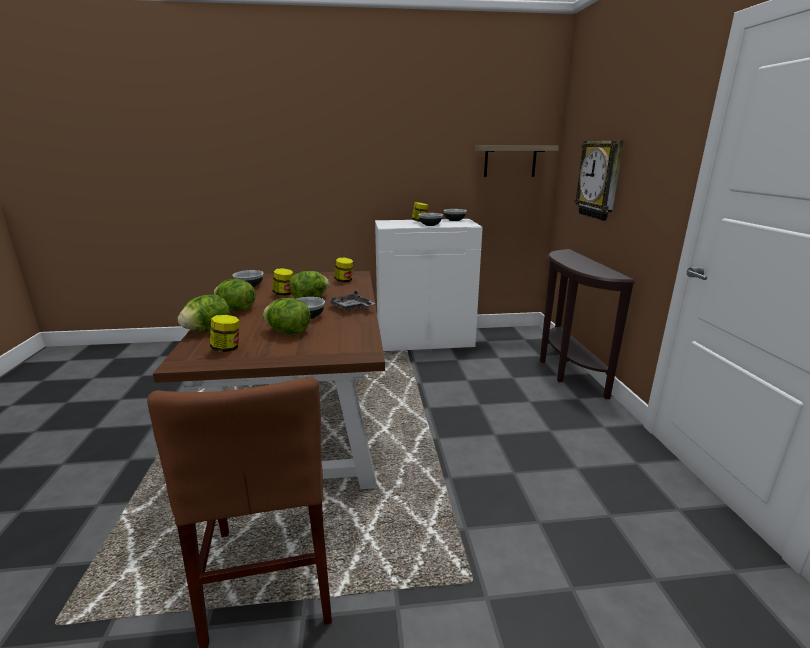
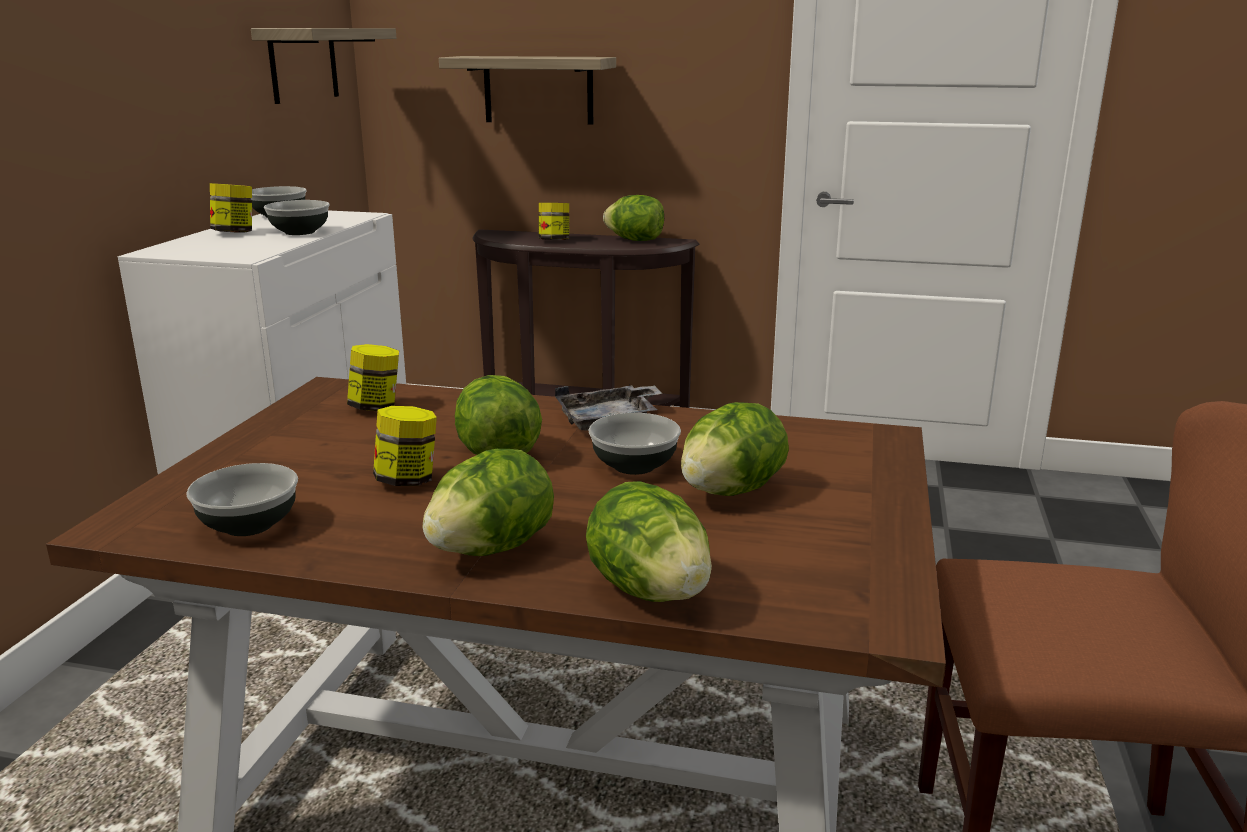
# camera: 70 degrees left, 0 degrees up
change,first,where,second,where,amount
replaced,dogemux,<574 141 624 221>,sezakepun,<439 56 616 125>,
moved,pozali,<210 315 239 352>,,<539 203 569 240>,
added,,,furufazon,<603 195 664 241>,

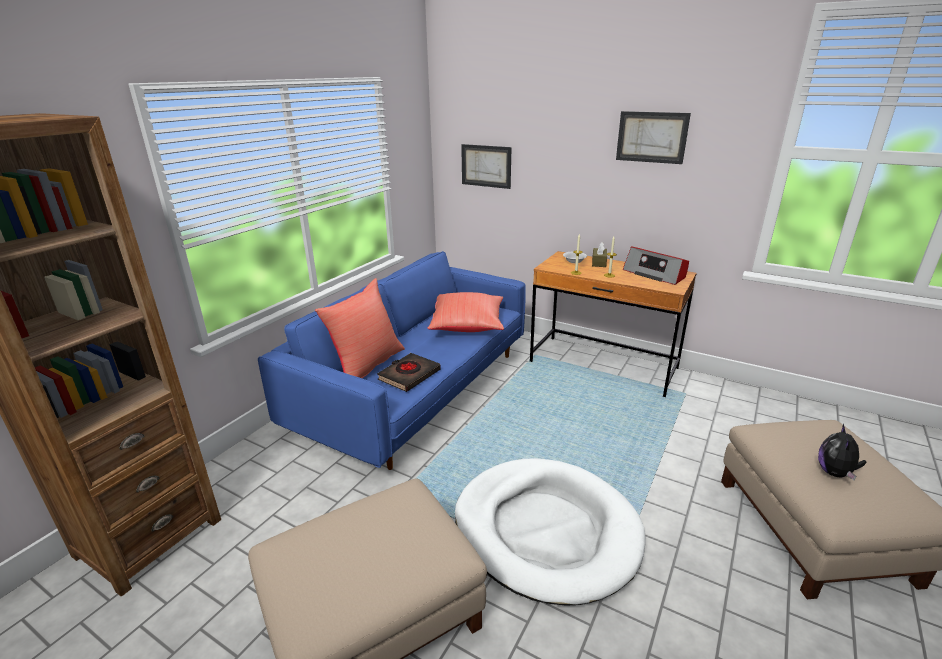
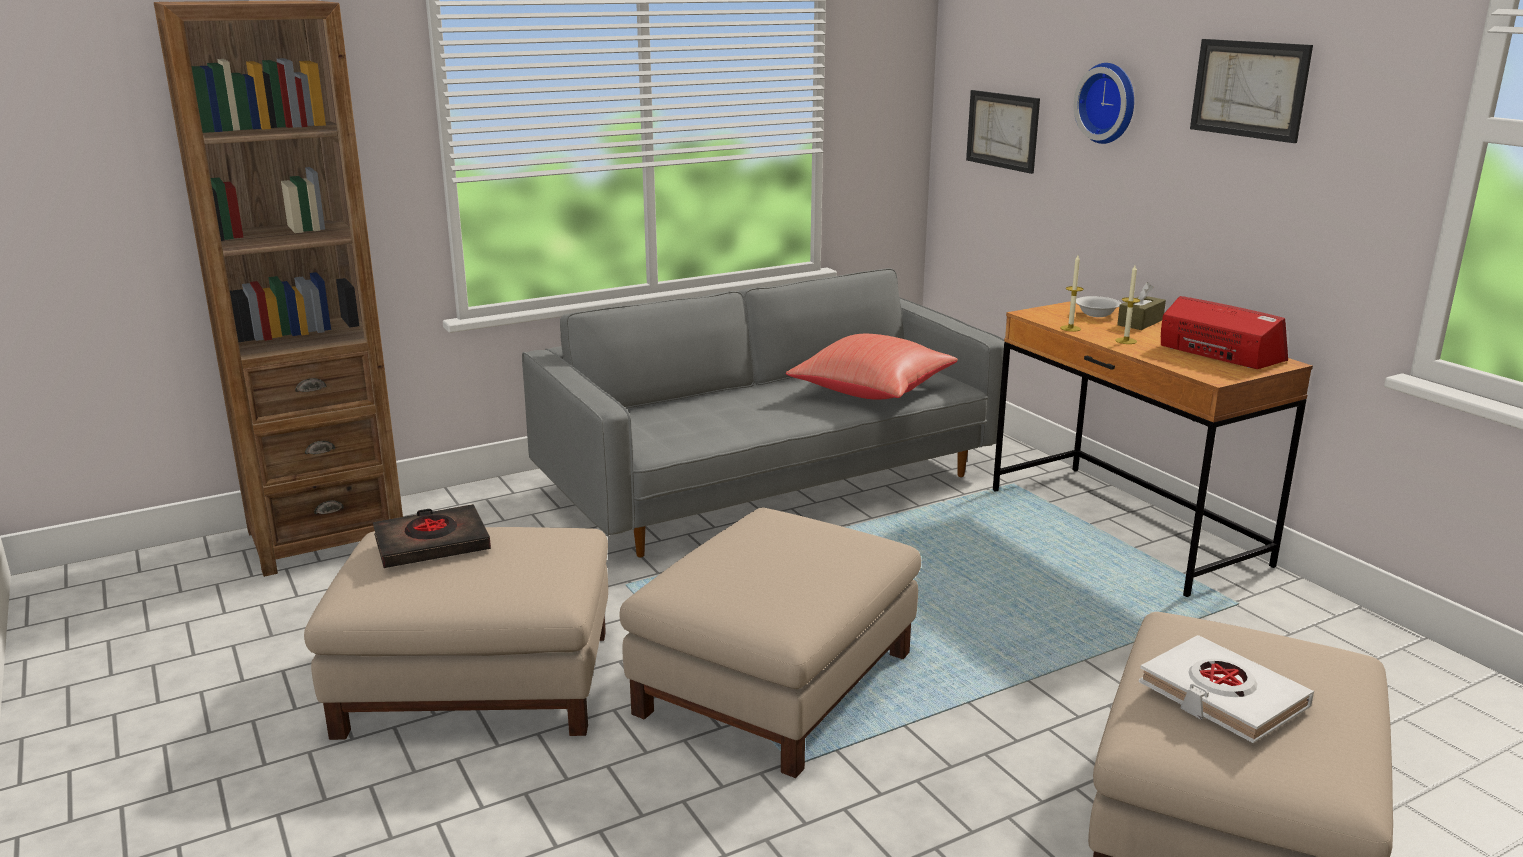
# camera: 30 degrees right, 5 degrees down
change,first,where,second,where,amount
turned,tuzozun,<623 247 689 285>,,<1161 296 1288 369>,150 degrees clockwise
recoloured,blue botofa,<258 251 526 470>,grey botofa,<522 268 1004 557>,
removed,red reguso,<315 278 405 378>,,,
moved,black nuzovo,<377 353 441 392>,,<373 504 491 568>,
replaced,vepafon,<818 424 866 480>,white nuzovo,<1139 635 1314 743>,
replaced,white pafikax,<455 458 646 606>,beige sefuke,<619 507 921 778>,
added,,,dogemux,<1074 63 1134 144>,

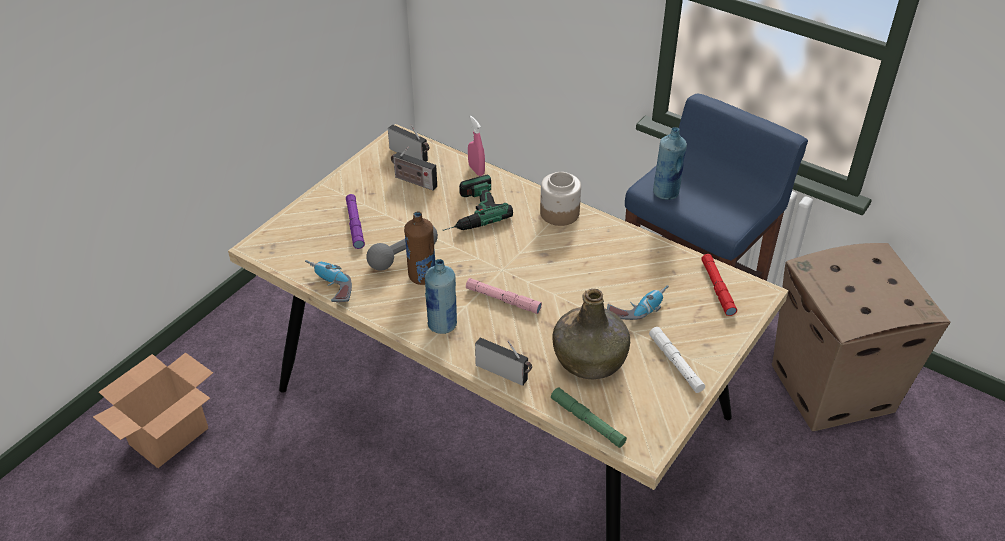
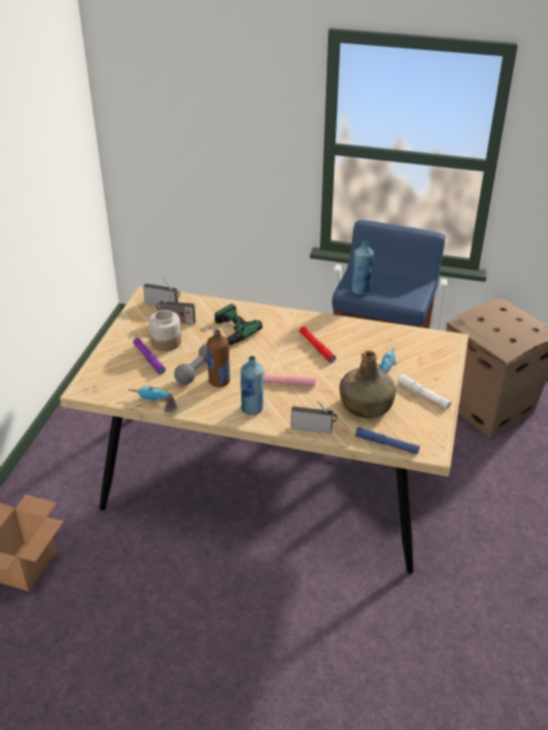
# camera: 20 degrees left, 5 degrees down
change,first,where,second,where,amount
removed,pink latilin,<468 116 485 176>,,,
moved,pozali,<540 172 581 226>,,<149 310 182 351>,
moved,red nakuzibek,<701 254 737 316>,,<300 327 336 363>,
recoloured,green nakuzibek,<551 387 627 448>,blue nakuzibek,<355 427 420 454>,

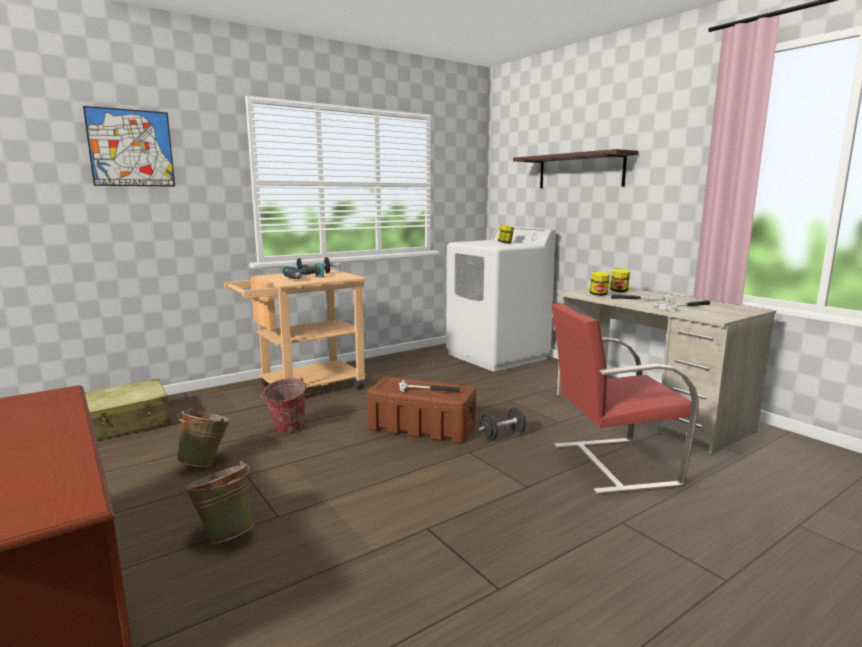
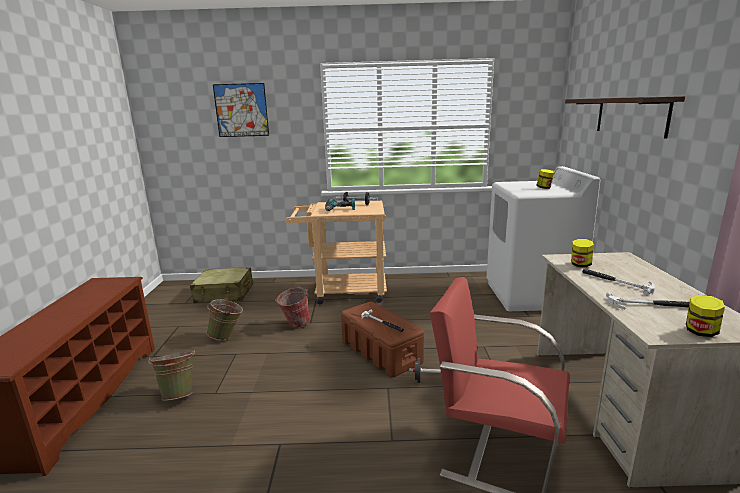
# camera: 35 degrees right, 5 degrees up
change,first,where,second,where,amount
moved,pozali,<610 268 630 292>,,<686 295 725 337>,

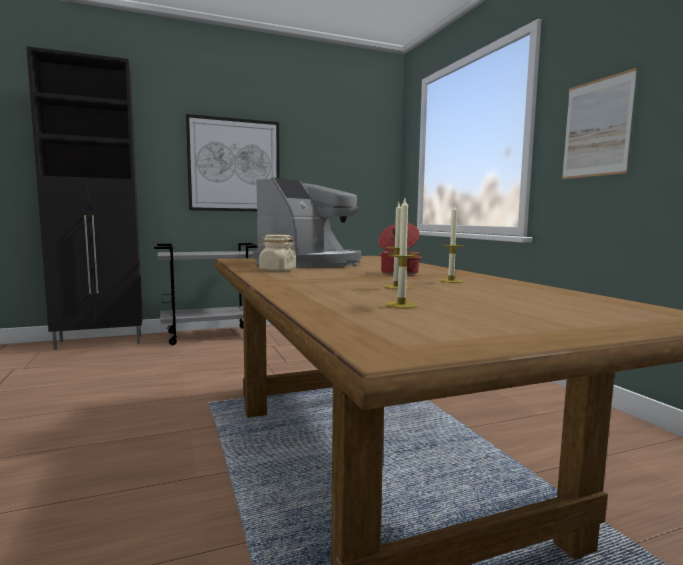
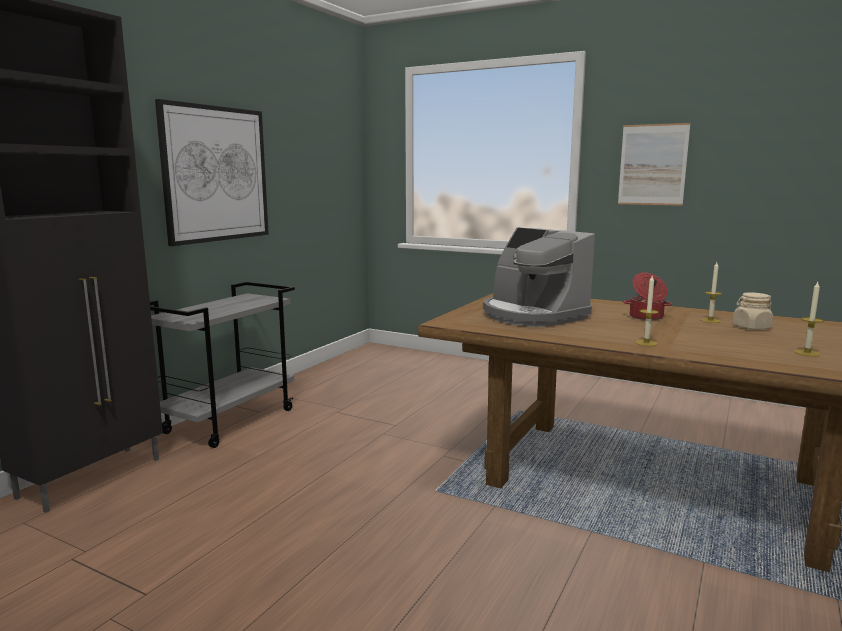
# camera: 40 degrees left, 5 degrees up
change,first,where,second,where,amount
turned,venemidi,<254 177 362 268>,,<483 227 595 327>,150 degrees clockwise
moved,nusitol,<383 203 410 289>,,<635 276 659 346>,
moved,beige pozali,<259 235 296 271>,,<733 292 773 330>,

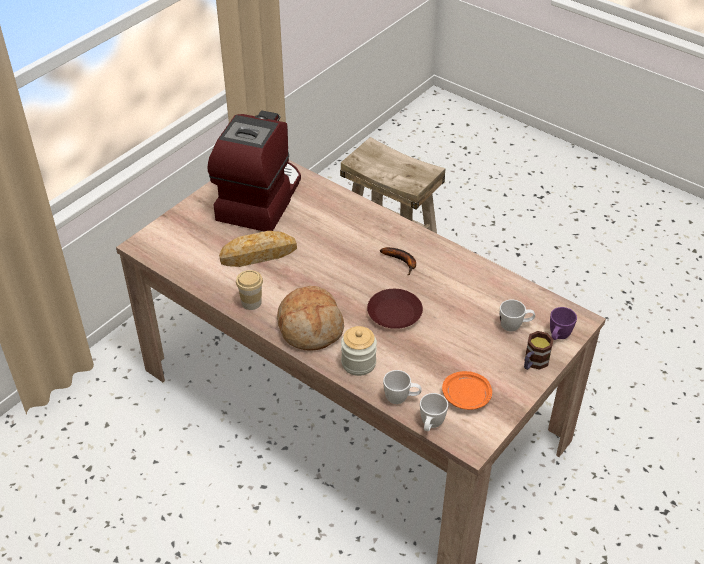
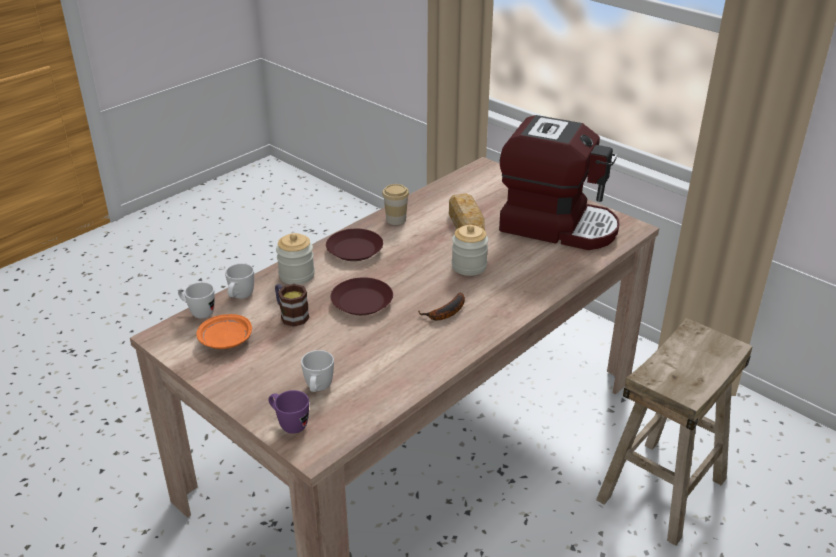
# camera: 95 degrees right, 10 degrees down
change,first,where,second,where,amount
replaced,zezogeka,<277 286 344 351>,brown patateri,<326 229 383 261>,
moved,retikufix,<524 331 554 370>,,<275 284 309 327>,
added,,,pozali,<452 225 488 276>,

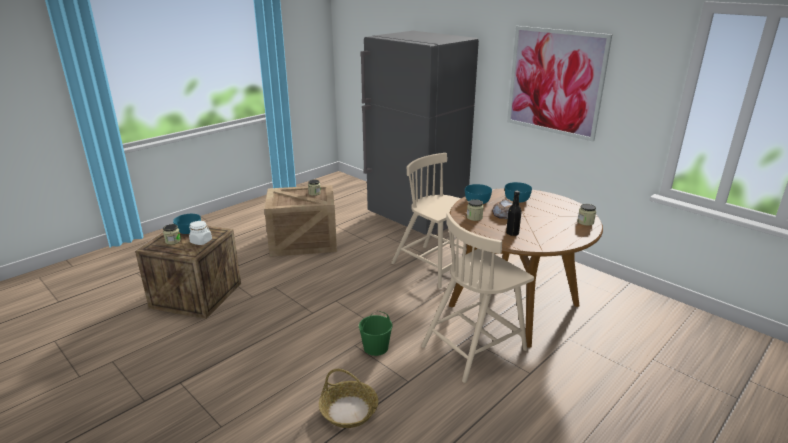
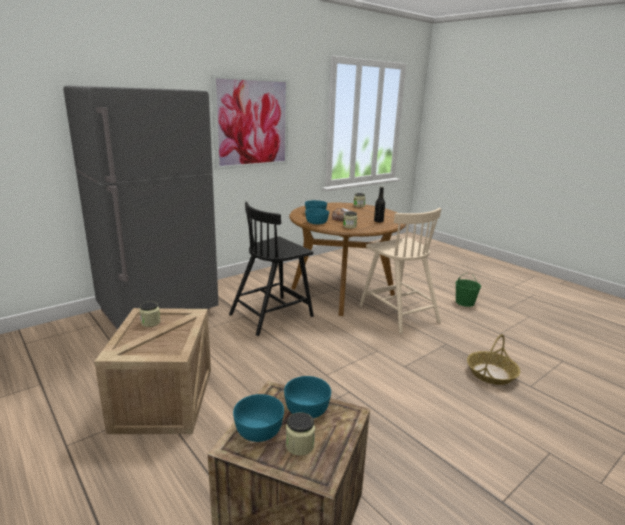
# camera: 85 degrees left, 5 degrees down
change,first,where,second,where,amount
recoloured,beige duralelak,<391 153 467 288>,black duralelak,<229 202 314 336>,
replaced,white pozali,<189 221 212 245>,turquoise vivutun,<284 376 331 418>,
moved,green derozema,<359 311 393 356>,,<456 273 481 307>,

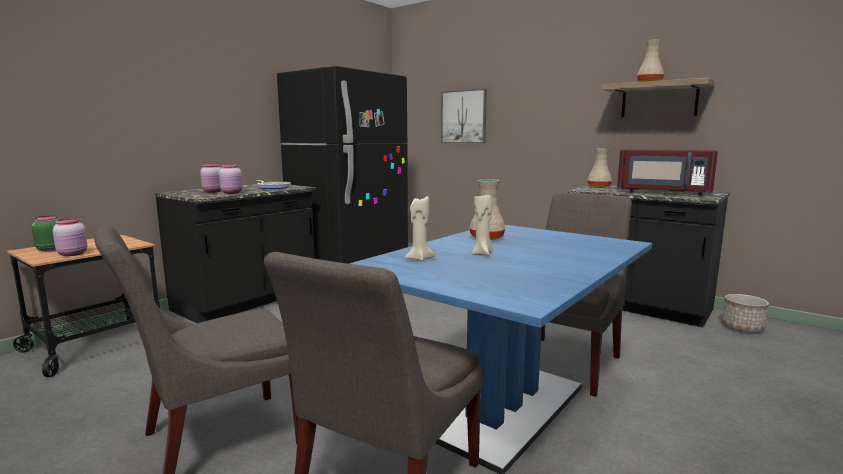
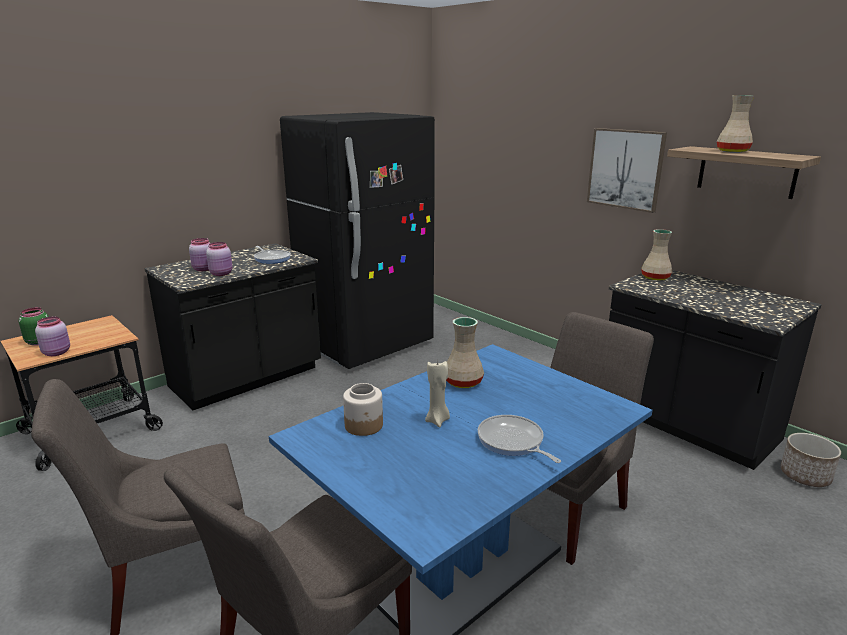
# camera: 10 degrees right, 10 degrees up
change,first,where,second,where,amount
moved,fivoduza,<441 89 487 143>,,<587 128 667 213>,
removed,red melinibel,<617 149 718 196>,,,
replaced,beige nusitol,<405 195 435 262>,pozali,<343 383 383 436>,
added,,,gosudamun,<478 415 561 463>,

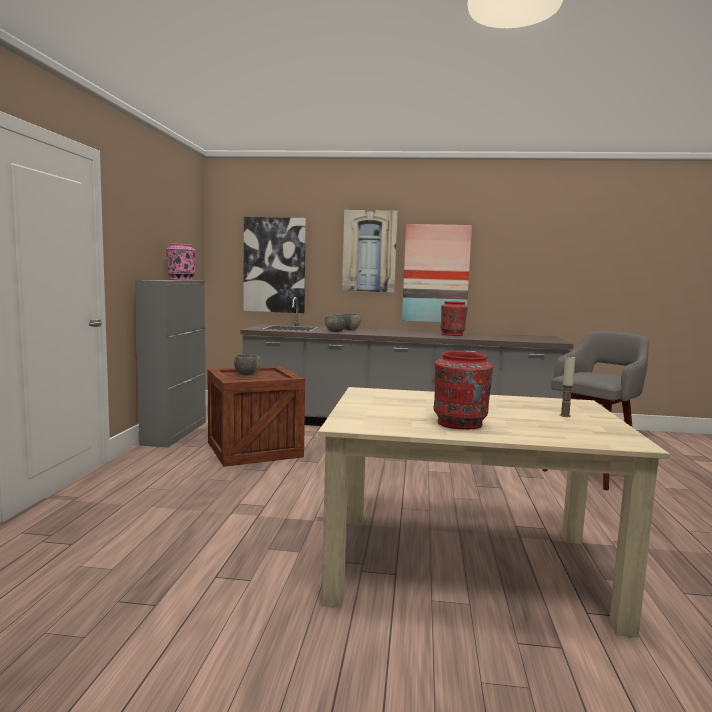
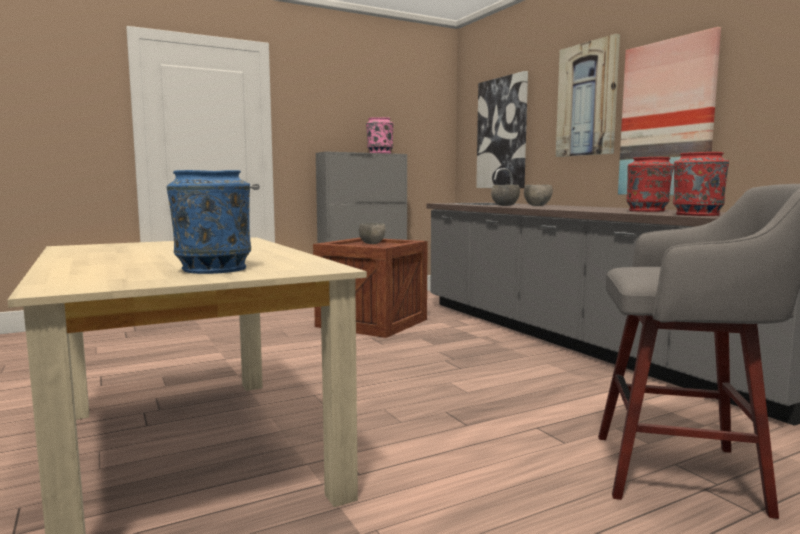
# camera: 55 degrees right, 0 degrees up
change,first,where,second,where,amount
moved,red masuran,<433 351 493 429>,,<673 152 729 216>,
replaced,nusitol,<560 355 575 417>,blue masuran,<167 170 251 274>,

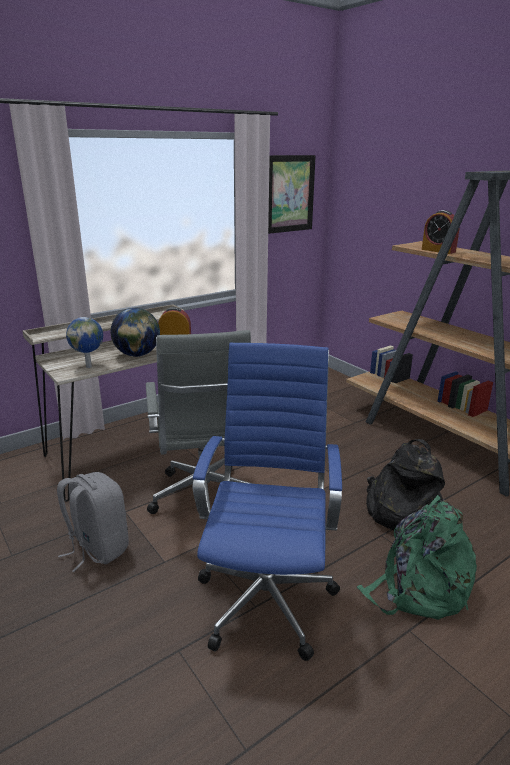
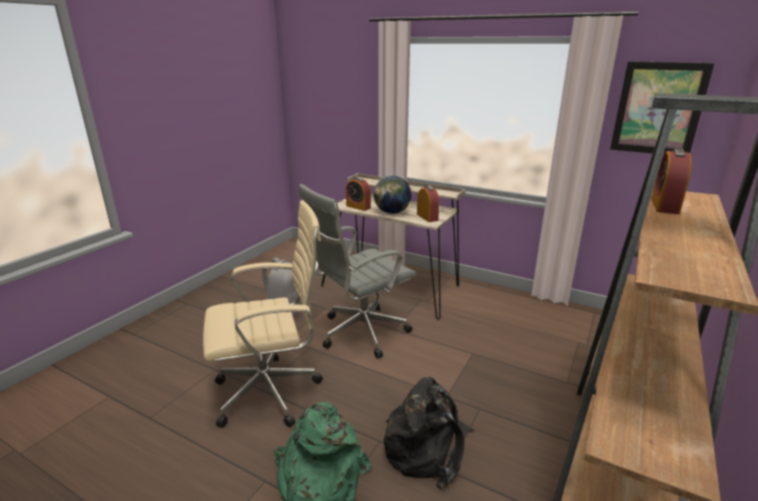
# camera: 65 degrees right, 0 degrees up
change,first,where,second,where,amount
replaced,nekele,<66 317 103 368>,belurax,<346 177 371 211>,
recoloured,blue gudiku,<193 343 342 661>,beige gudiku,<203 200 323 428>,

